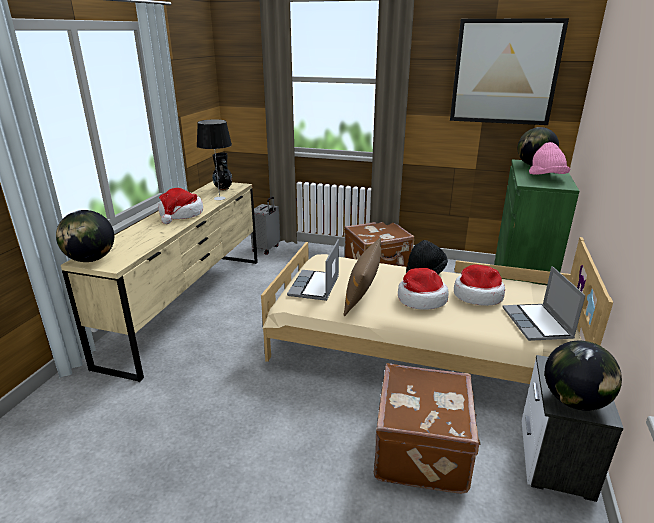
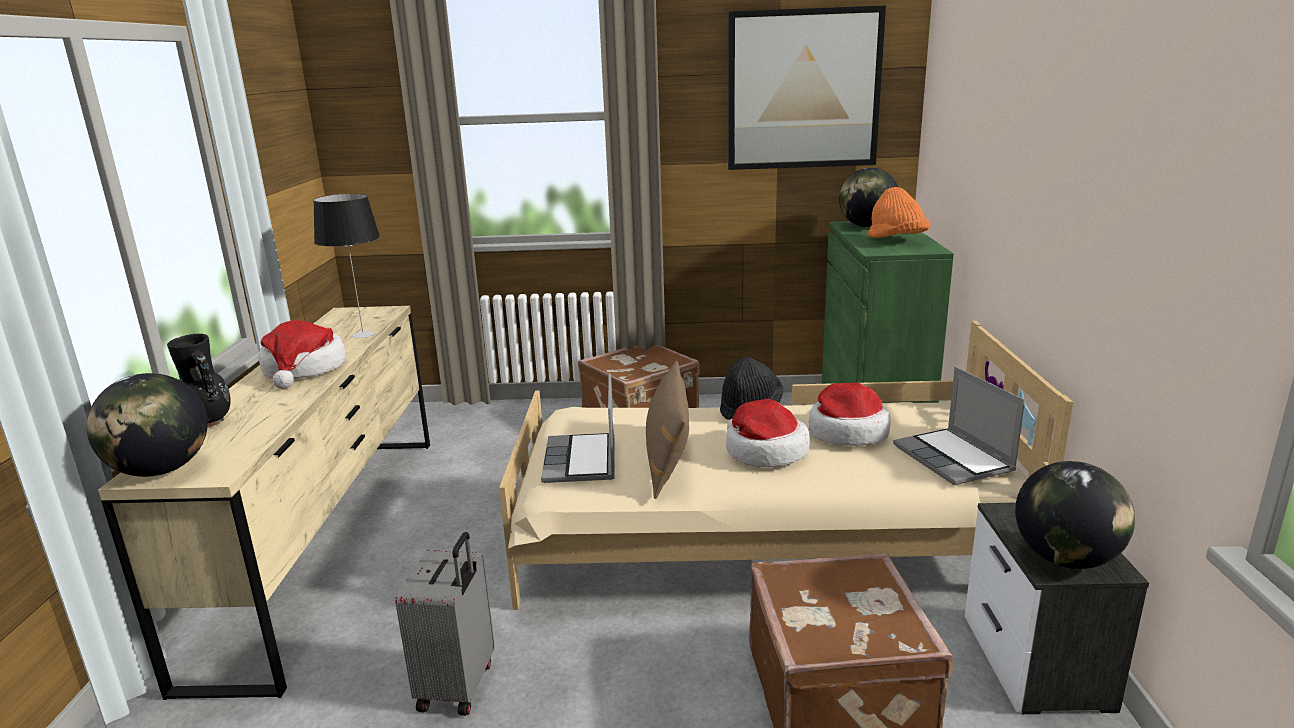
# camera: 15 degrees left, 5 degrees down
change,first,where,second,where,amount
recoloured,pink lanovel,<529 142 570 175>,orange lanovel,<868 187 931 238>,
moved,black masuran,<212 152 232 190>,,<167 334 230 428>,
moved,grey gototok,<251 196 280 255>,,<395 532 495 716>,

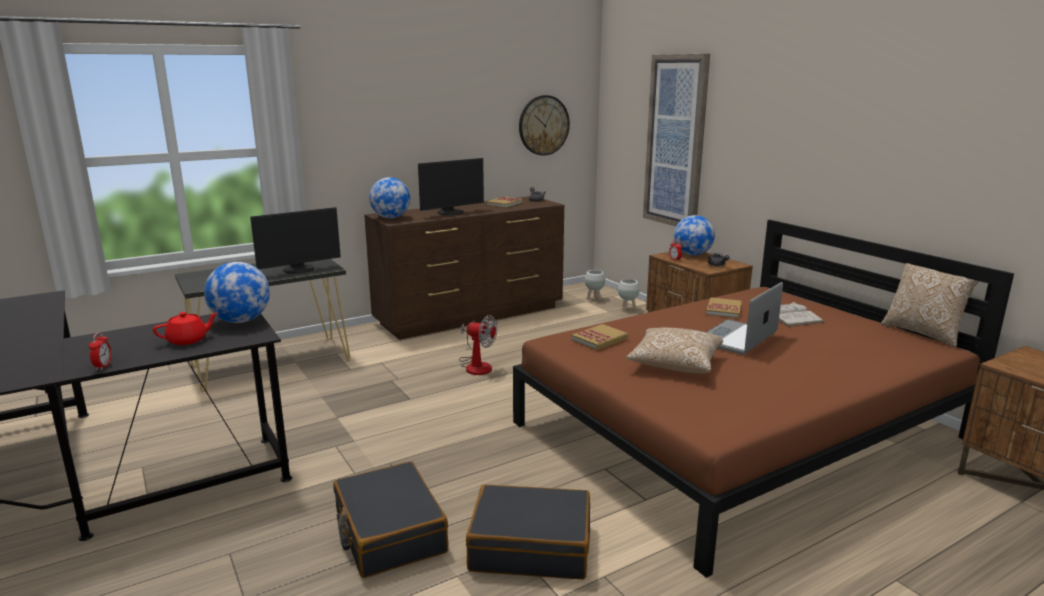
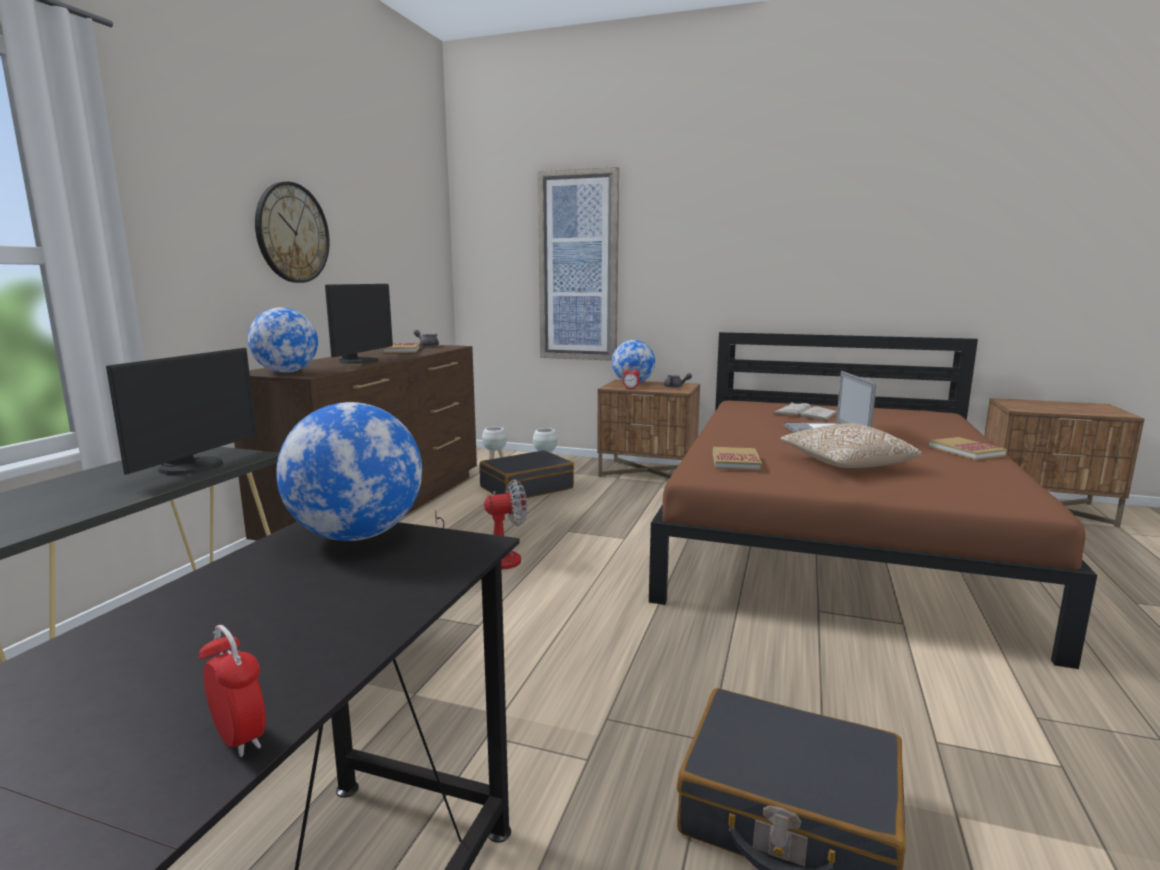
# camera: 40 degrees left, 5 degrees down
change,first,where,second,where,amount
moved,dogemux,<519 95 570 156>,,<255 182 330 283>,
removed,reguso,<881 263 979 348>,,,
moved,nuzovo,<706 297 742 318>,,<929 437 1007 460>,
removed,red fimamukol,<153 312 218 345>,,,
moved,black gototok,<466 484 590 579>,,<479 450 574 499>,

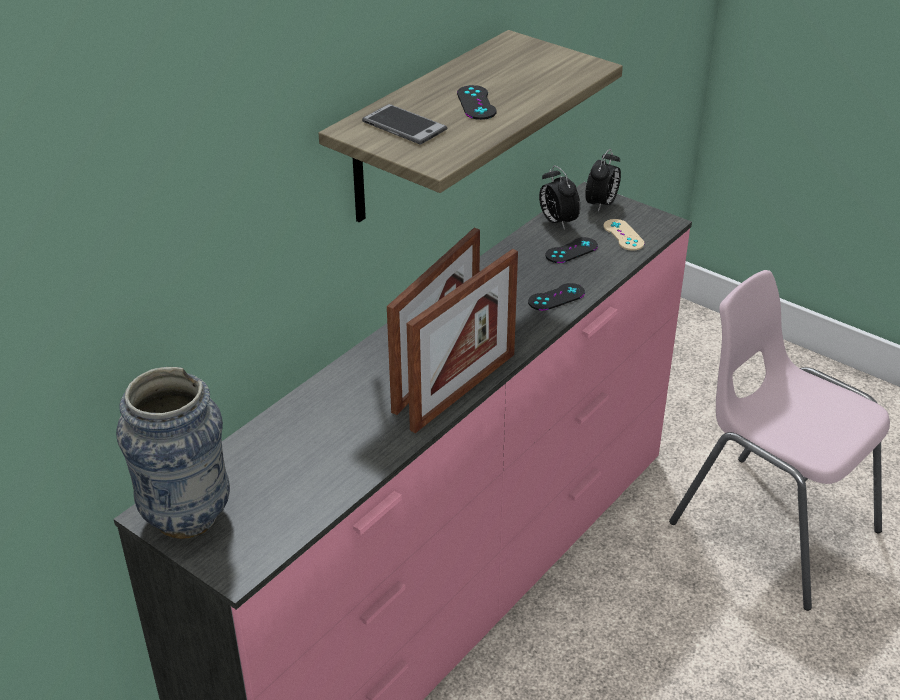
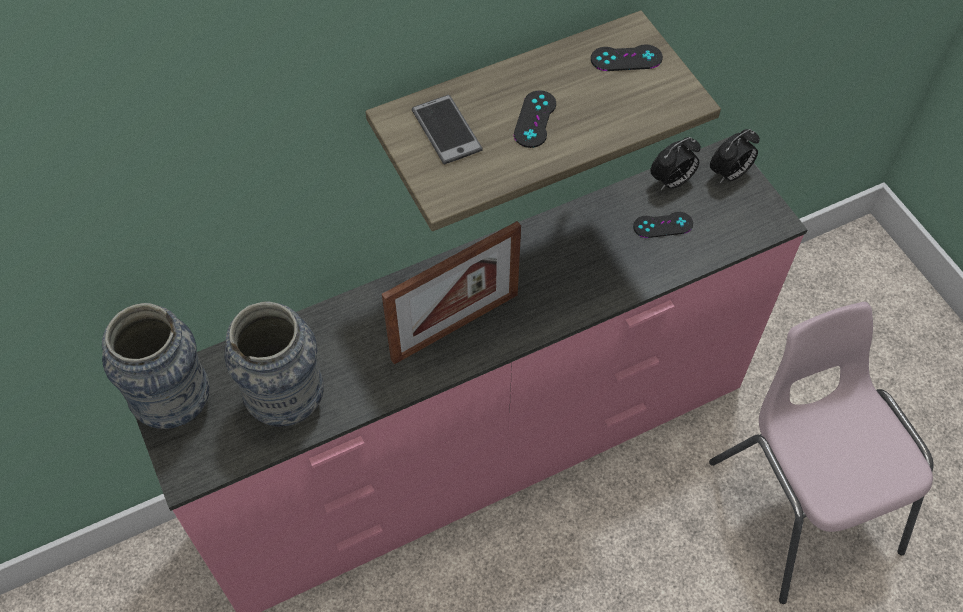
# camera: 25 degrees right, 20 degrees up
change,first,where,second,where,amount
turned,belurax,<539 165 580 230>,,<650 137 701 190>,120 degrees counterclockwise
removed,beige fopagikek,<604 219 645 251>,,,
removed,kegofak,<407 249 518 433>,,,
moved,black fopagikek,<528 283 585 311>,,<591 44 663 71>,
added,,,masuran,<225 301 324 427>,

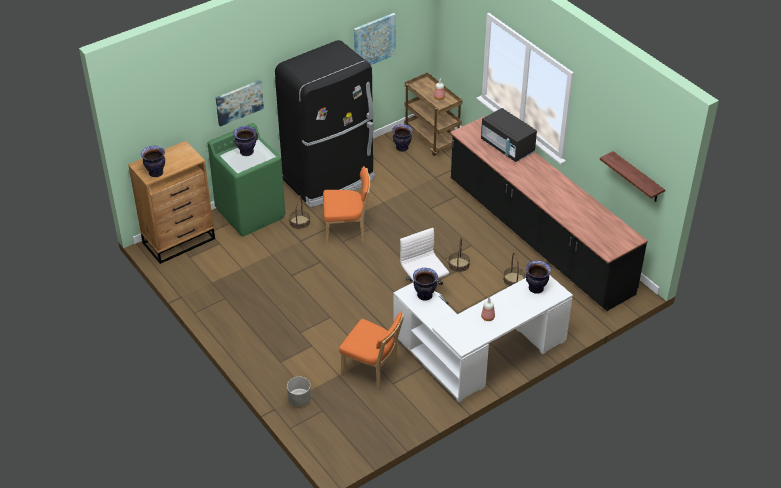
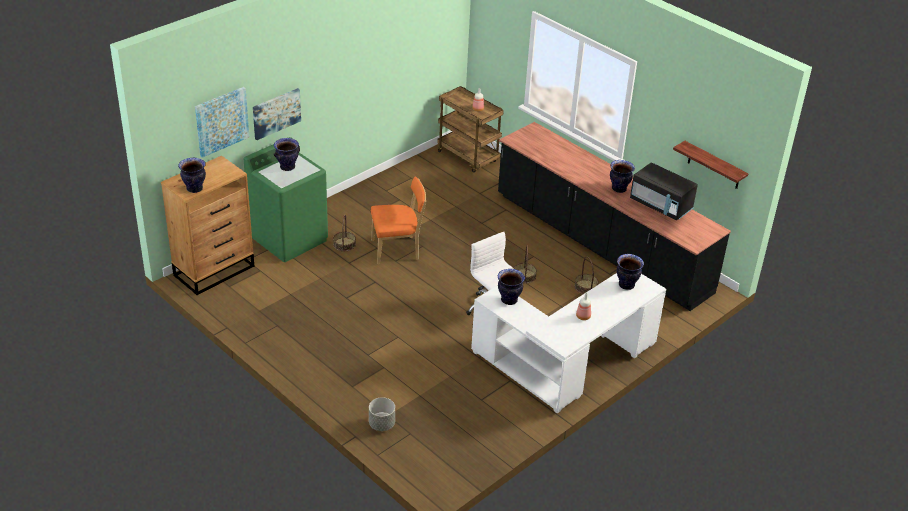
# camera: 10 degrees left, 5 degrees down
change,first,where,second,where,amount
moved,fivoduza,<354 13 396 65>,,<195 87 249 158>,
removed,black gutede,<275 40 375 207>,,,
moved,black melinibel,<481 108 537 162>,,<630 162 698 220>,
moved,masuran,<392 124 413 152>,,<610 160 635 193>,
removed,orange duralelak,<339 312 404 390>,,,

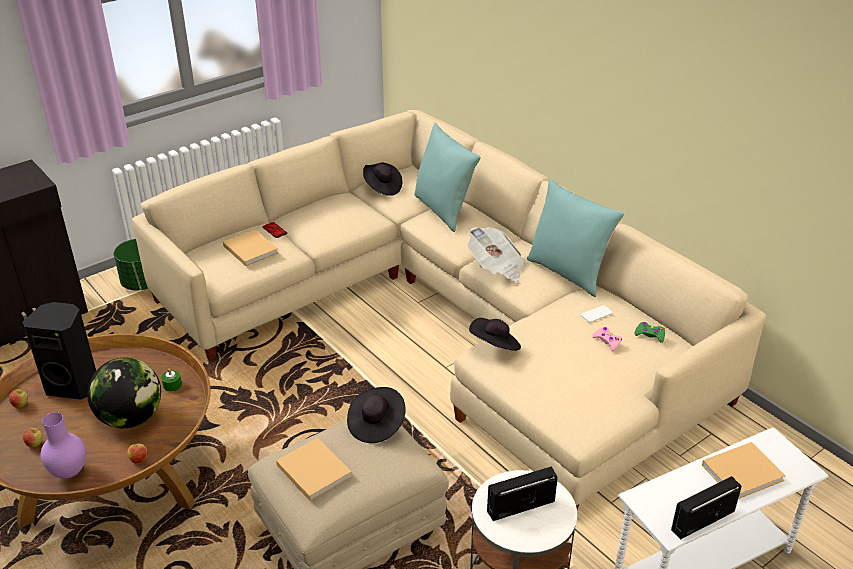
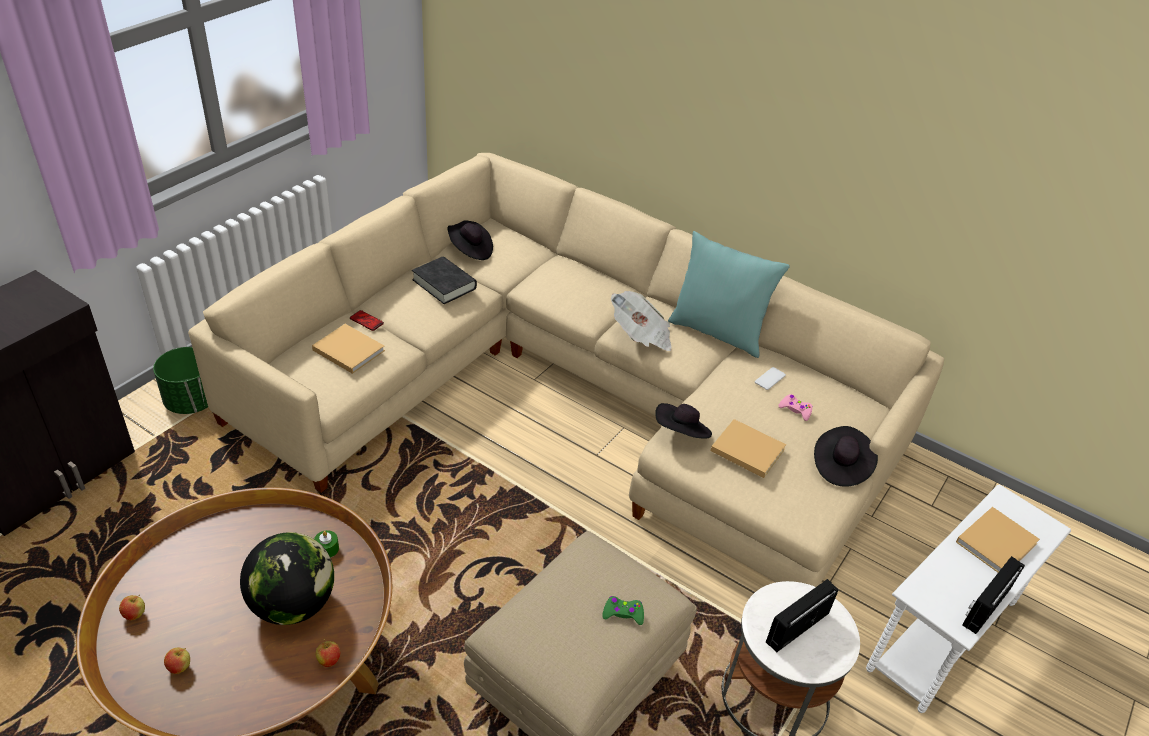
# camera: 20 degrees left, 5 degrees up
change,first,where,second,where,amount
removed,turquoise reguso,<414 122 480 232>,,,
removed,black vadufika,<23 302 96 400>,,,
moved,green fopagikek,<634 322 665 343>,,<602 596 644 625>,
moved,black lanovel,<347 387 406 443>,,<814 426 878 487>,
removed,purple masuran,<41 412 86 479>,,,
moved,beige nuzovo,<276 438 352 501>,,<711 419 786 478>,
added,,,black nuzovo,<412 257 477 304>,

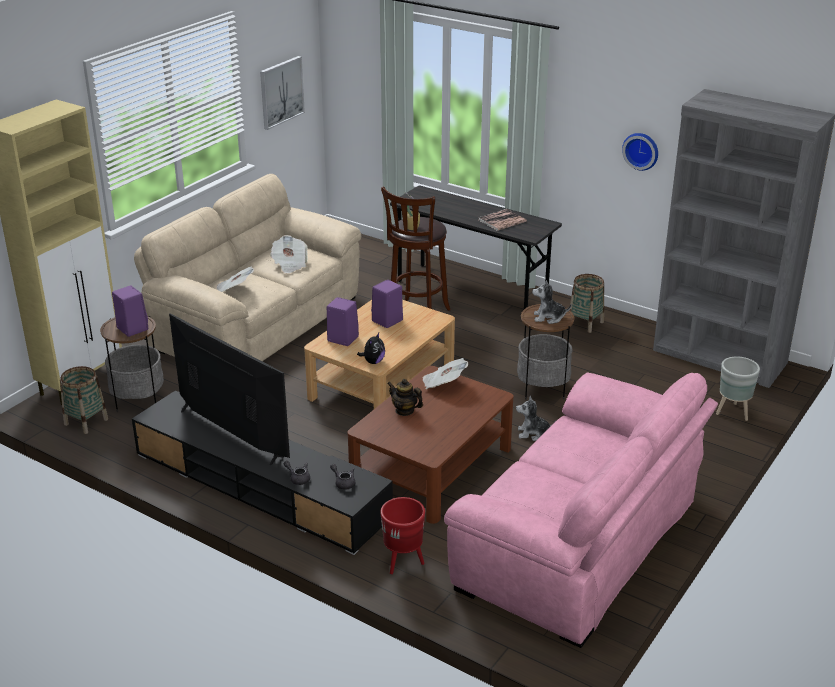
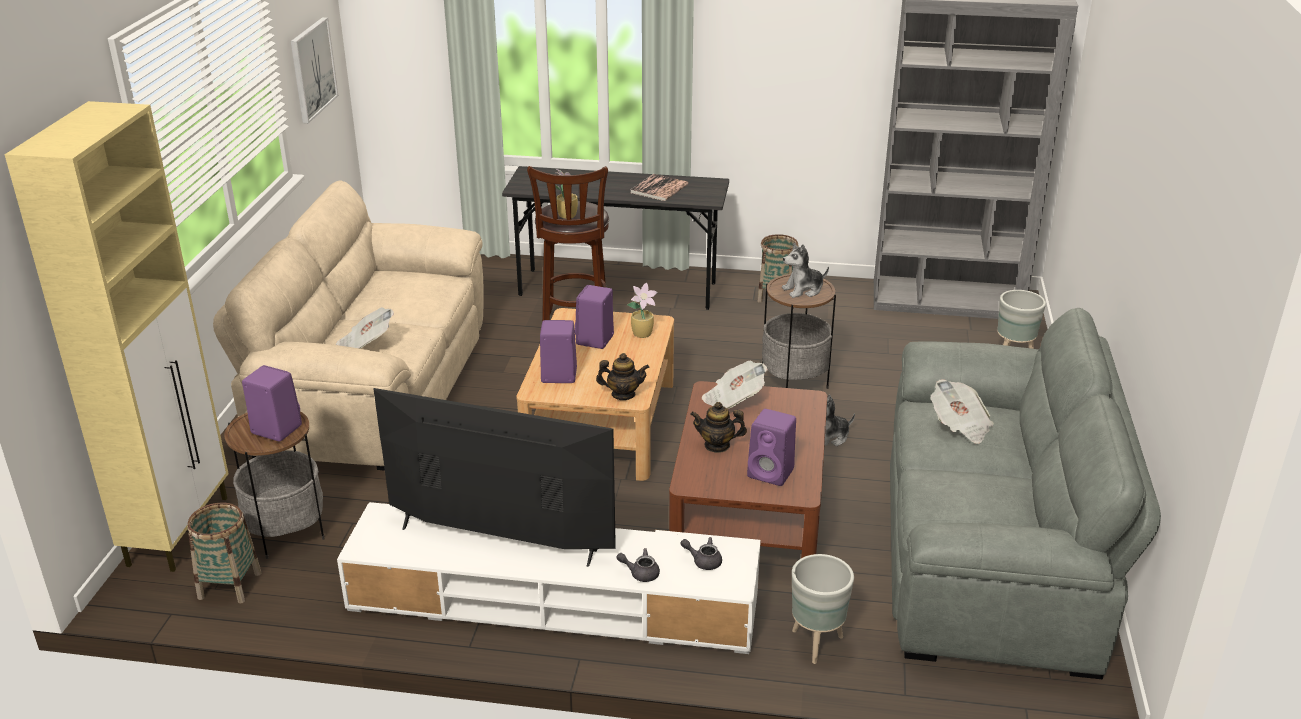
# camera: 25 degrees left, 0 degrees up
change,first,where,second,where,amount
removed,dogemux,<622 133 658 171>,,,
moved,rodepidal,<270 235 308 274>,,<931 379 994 444>,
replaced,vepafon,<357 333 385 364>,fimamukol,<596 353 649 400>,
recoloured,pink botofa,<444 372 718 648>,grey botofa,<890 308 1161 679>,
recoloured,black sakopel,<132 391 393 555>,white sakopel,<337 502 760 654>,
recoloured,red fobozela,<380 497 425 574>,grey fobozela,<792 554 854 664>,
added,,,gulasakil,<627 282 658 338>,
added,,,purple vadufika,<747 409 796 486>,

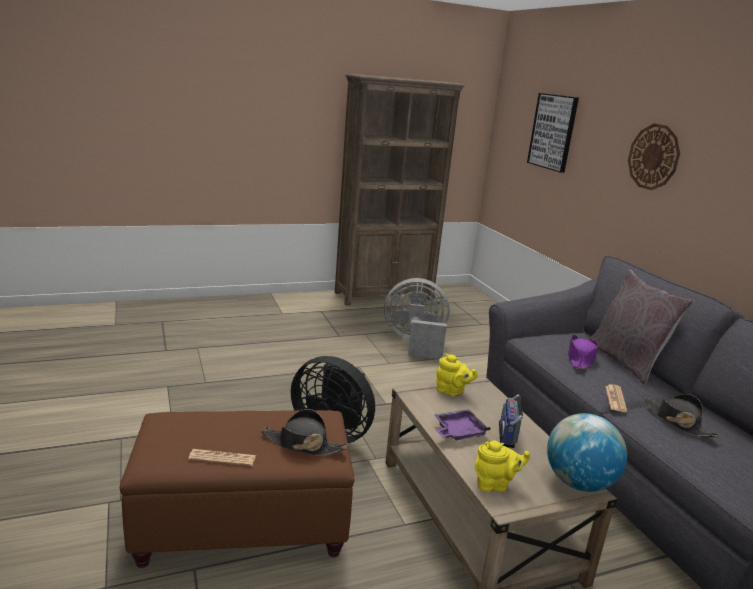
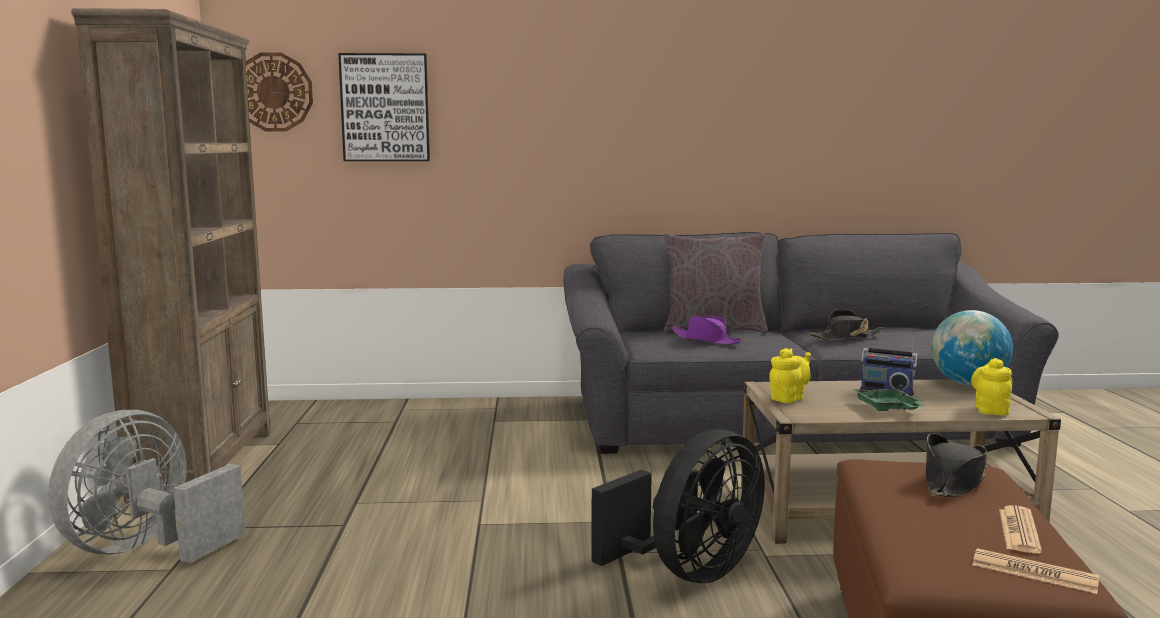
# camera: 70 degrees left, 10 degrees down
change,first,where,second,where,amount
moved,dogemux,<628 124 680 190>,,<246 52 313 131>,
moved,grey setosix,<384 278 450 359>,,<48 410 246 563>,
moved,rodepidal,<605 384 627 412>,,<972 548 1099 594>,
recoloured,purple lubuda,<434 409 491 440>,green lubuda,<853 384 924 411>,

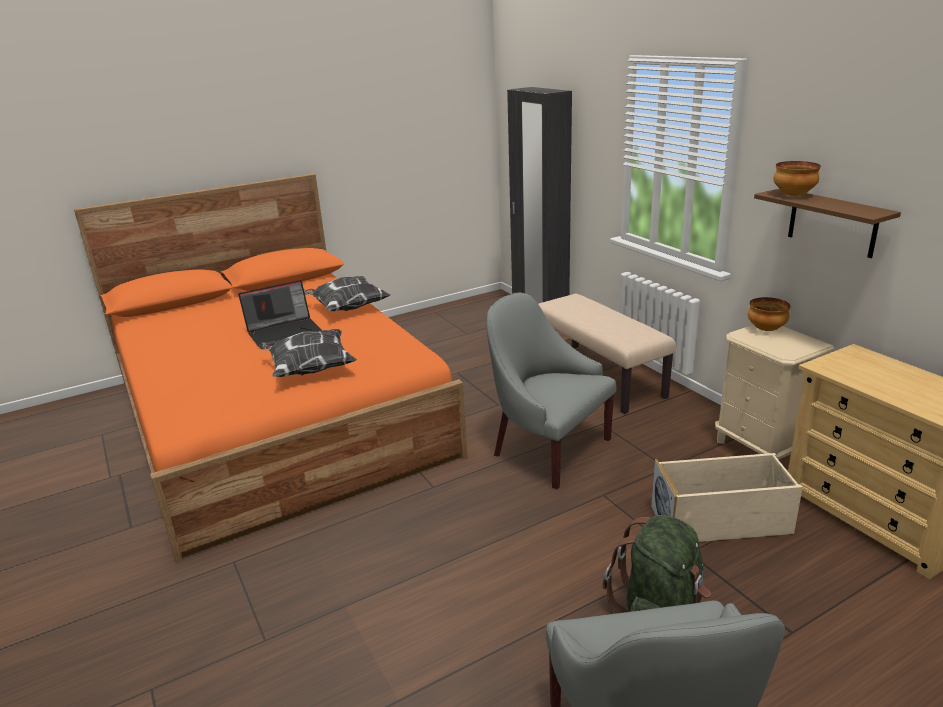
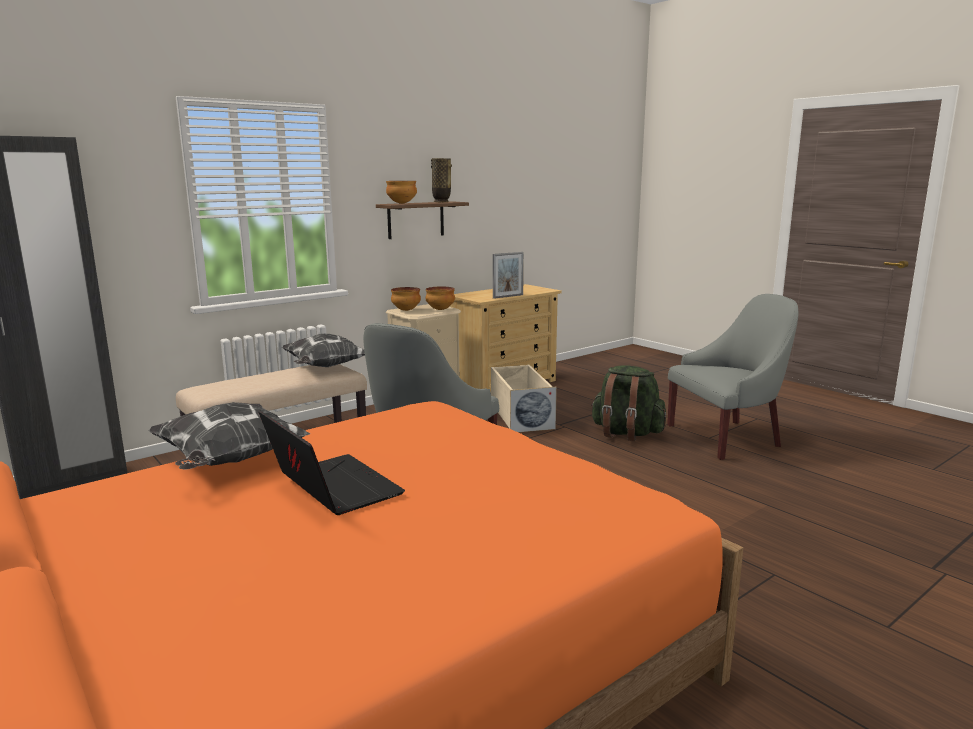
# camera: 100 degrees left, 10 degrees down
change,first,where,second,where,amount
moved,reguso,<259 329 357 377>,,<282 334 365 367>,
added,,,masuran,<431 158 452 202>,
added,,,kegofak,<493 252 524 299>,
added,,,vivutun,<426 287 455 310>,

